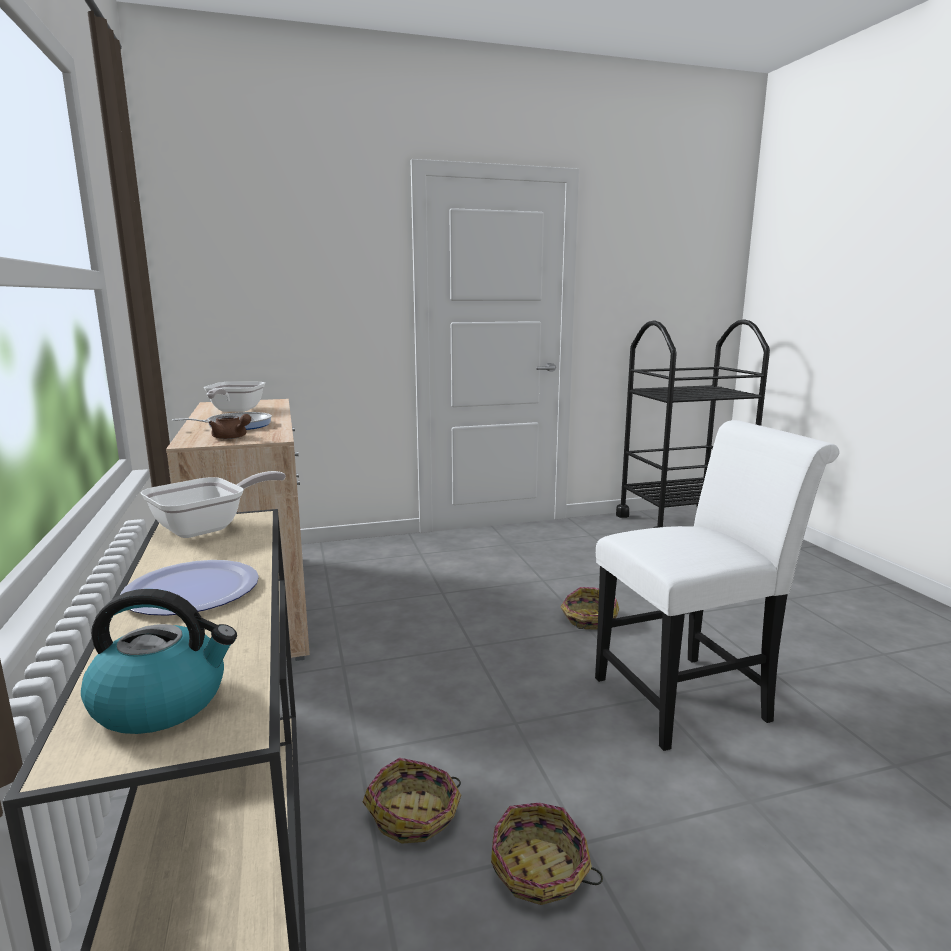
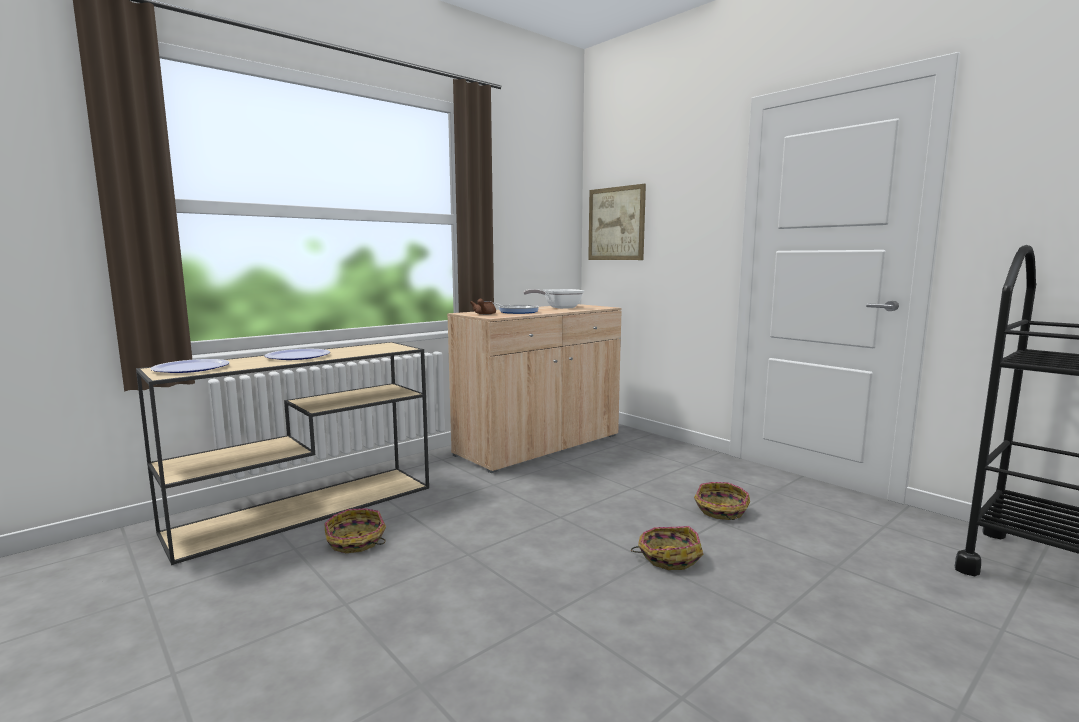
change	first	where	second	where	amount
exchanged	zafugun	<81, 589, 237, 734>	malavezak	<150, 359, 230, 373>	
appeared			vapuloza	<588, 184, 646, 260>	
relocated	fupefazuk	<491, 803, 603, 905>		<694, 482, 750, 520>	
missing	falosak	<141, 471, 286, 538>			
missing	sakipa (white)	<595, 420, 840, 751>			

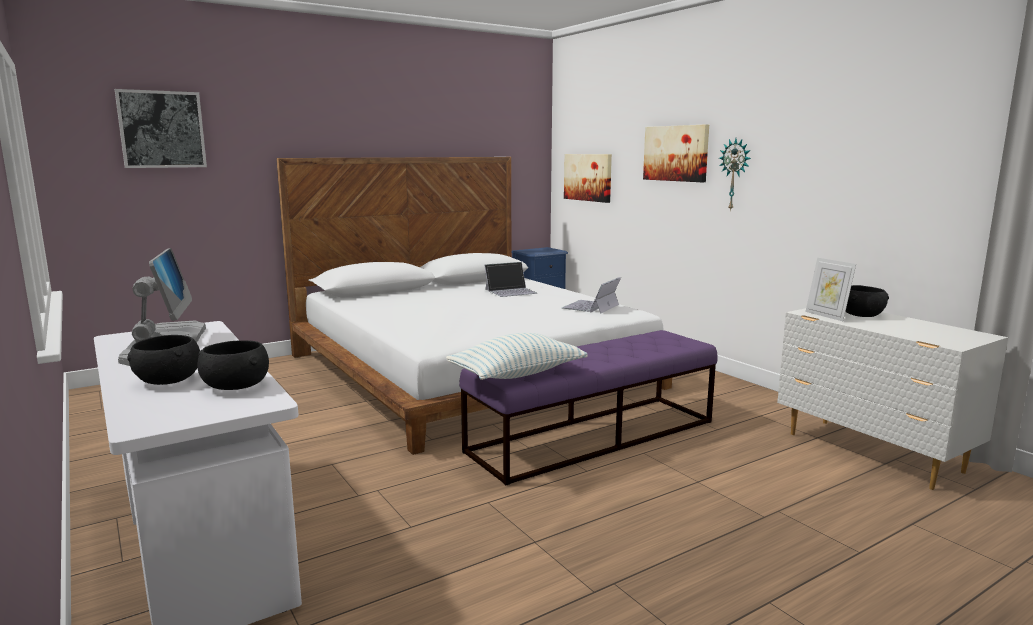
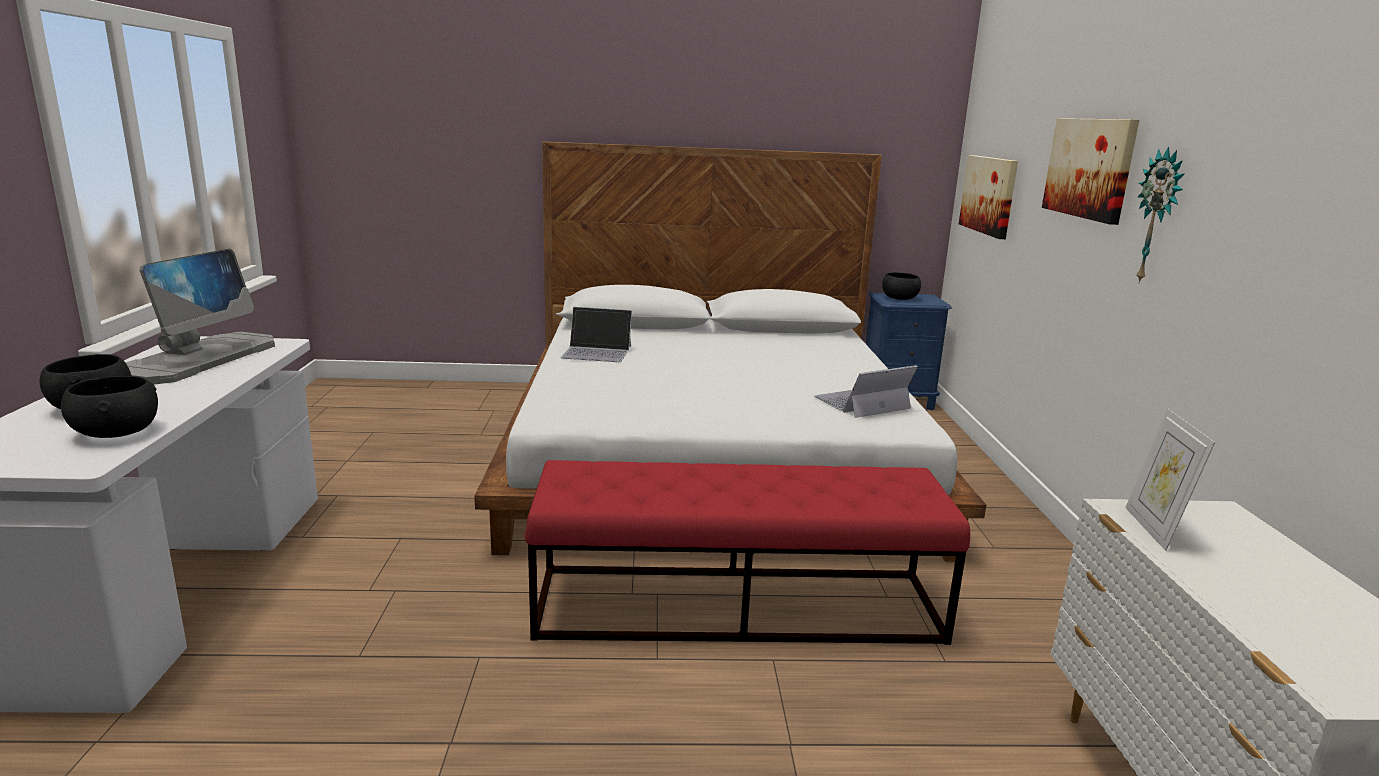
change	first	where	second	where	amount
colour	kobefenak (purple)	<459, 330, 718, 485>	kobefenak (red)	<524, 460, 970, 645>	
relocated	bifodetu	<484, 262, 538, 297>		<560, 307, 632, 362>	
relocated	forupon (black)	<845, 285, 889, 317>		<882, 272, 921, 300>	
missing	vapuloza	<115, 89, 207, 168>			
missing	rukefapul	<446, 333, 588, 380>			

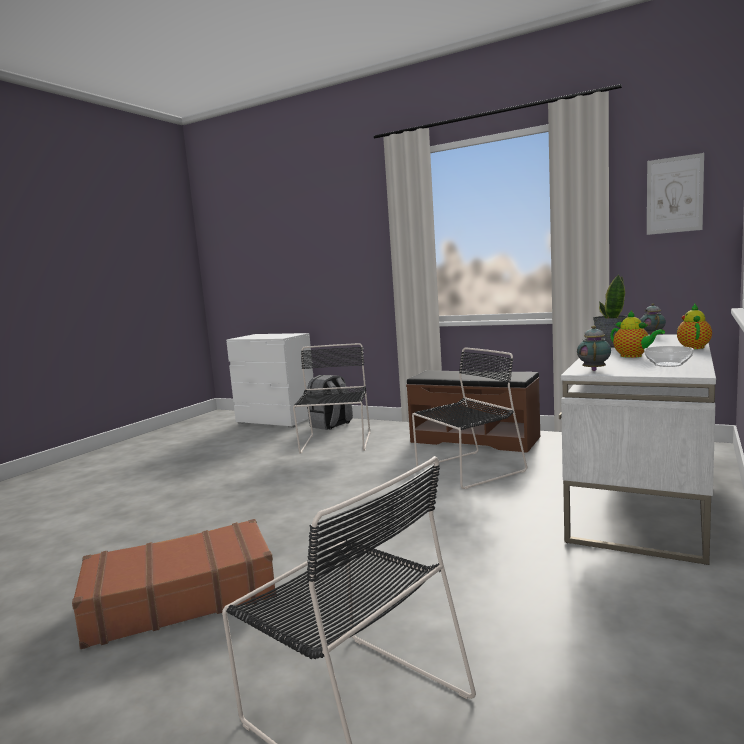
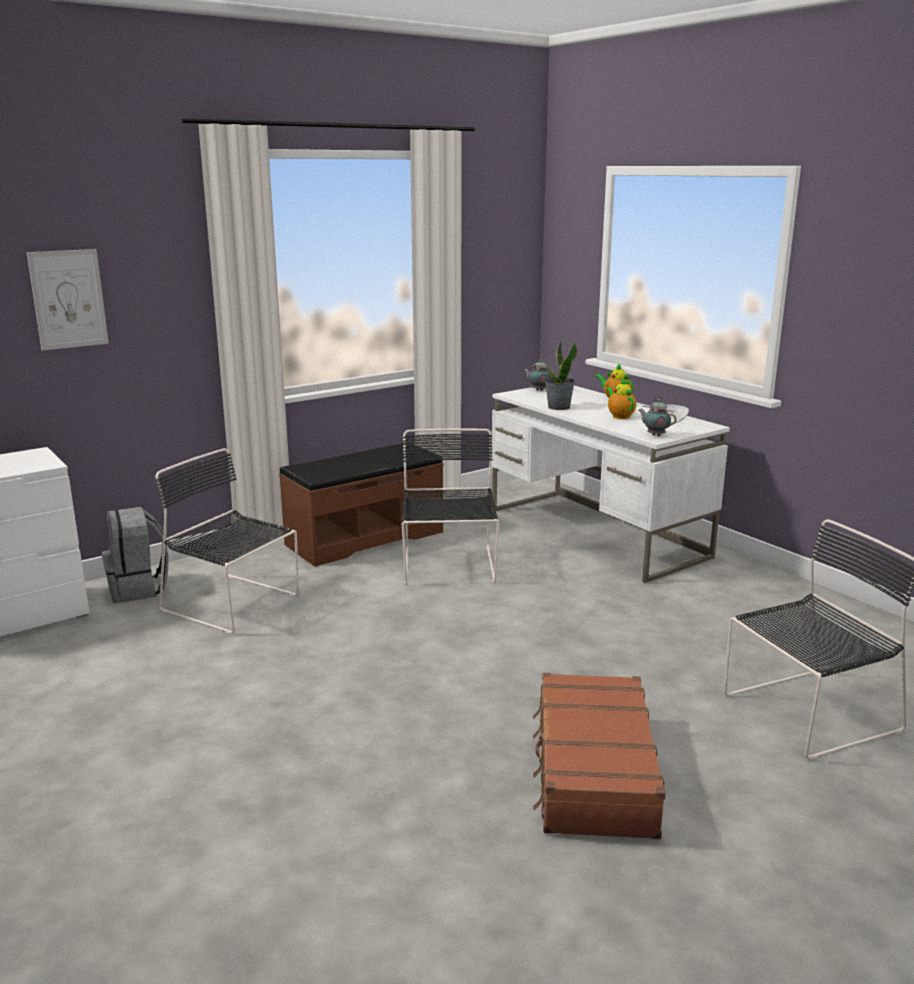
change	first	where	second	where	amount
relocated	vapuloza	<647, 153, 704, 235>		<27, 249, 109, 351>	
spun	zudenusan	<610, 311, 665, 358>		<606, 378, 637, 419>	105 degrees counterclockwise

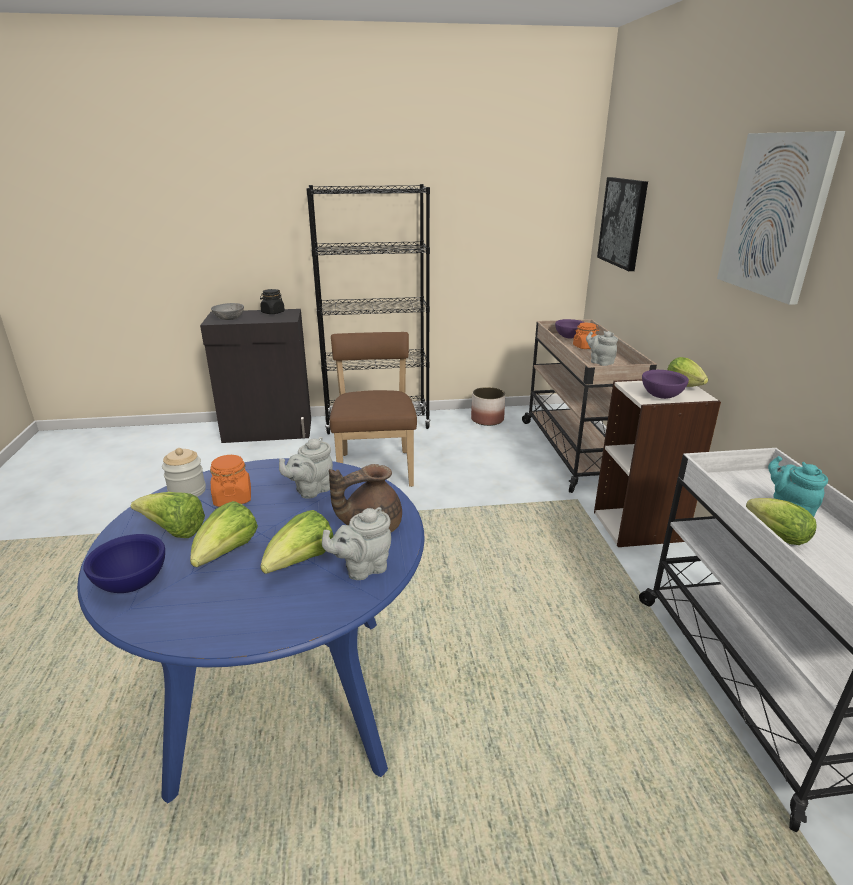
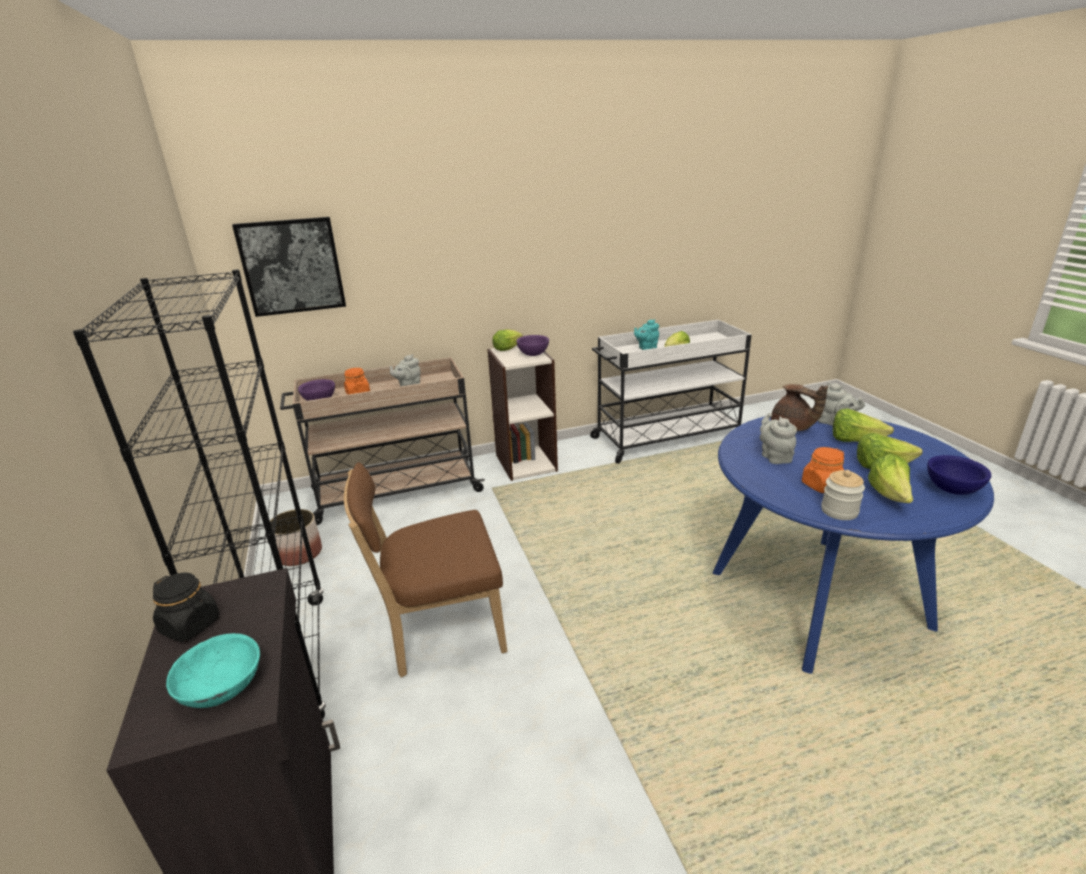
change	first	where	second	where	amount
colour	forupon (grey)	<211, 303, 244, 320>	forupon (turquoise)	<166, 633, 260, 708>	
spun	zudenusan (grey)	<279, 437, 333, 499>		<760, 413, 797, 464>	135 degrees counterclockwise
missing	vapuloza	<717, 131, 845, 305>			

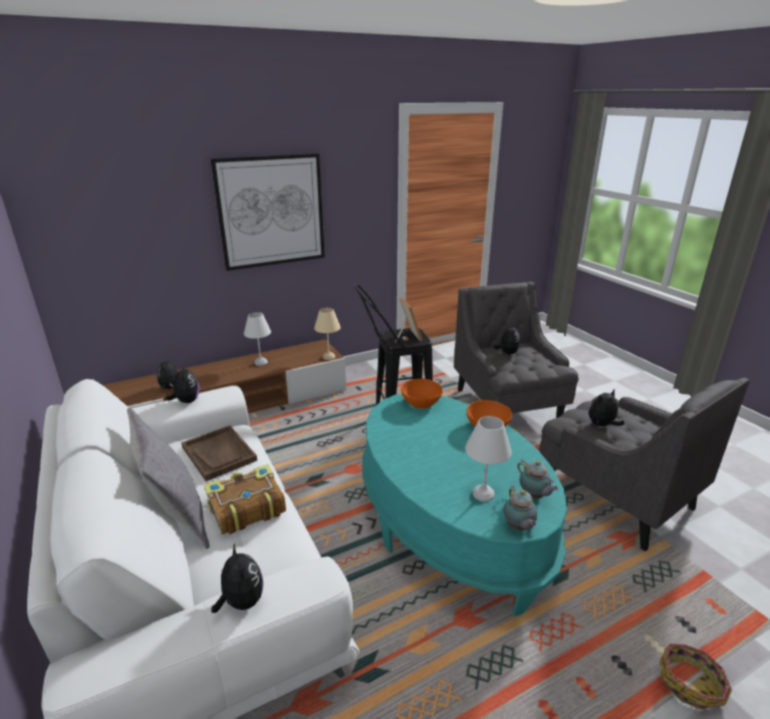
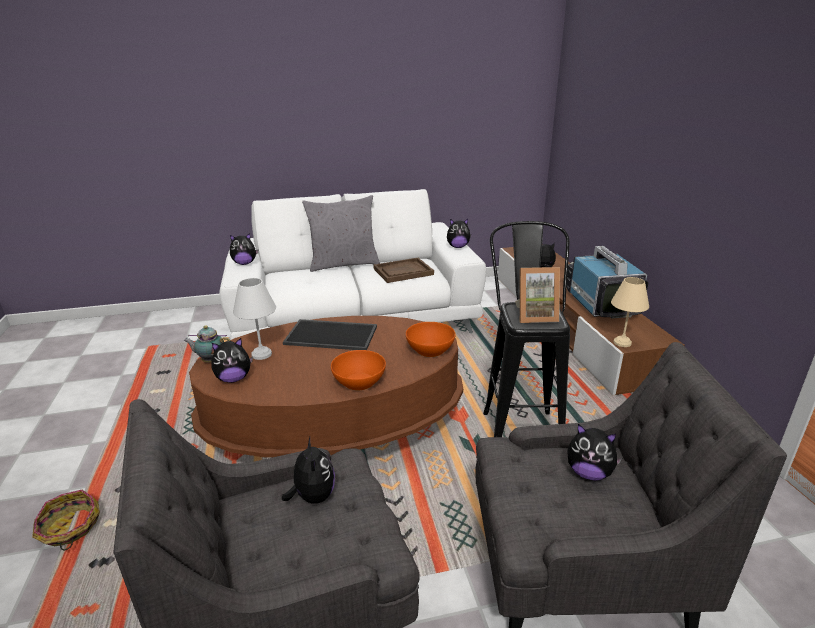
change	first	where	second	where	amount
colour	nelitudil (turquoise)	<362, 394, 567, 616>	nelitudil (brown)	<189, 316, 463, 457>	
exchanged	zudenusan	<517, 460, 558, 499>	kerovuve	<211, 338, 253, 383>	
appeared			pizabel	<283, 319, 377, 350>	
exchanged	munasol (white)	<244, 312, 271, 366>	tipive	<567, 246, 648, 319>	
missing	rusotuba	<204, 464, 286, 534>			
missing	vapuloza	<210, 153, 325, 271>			

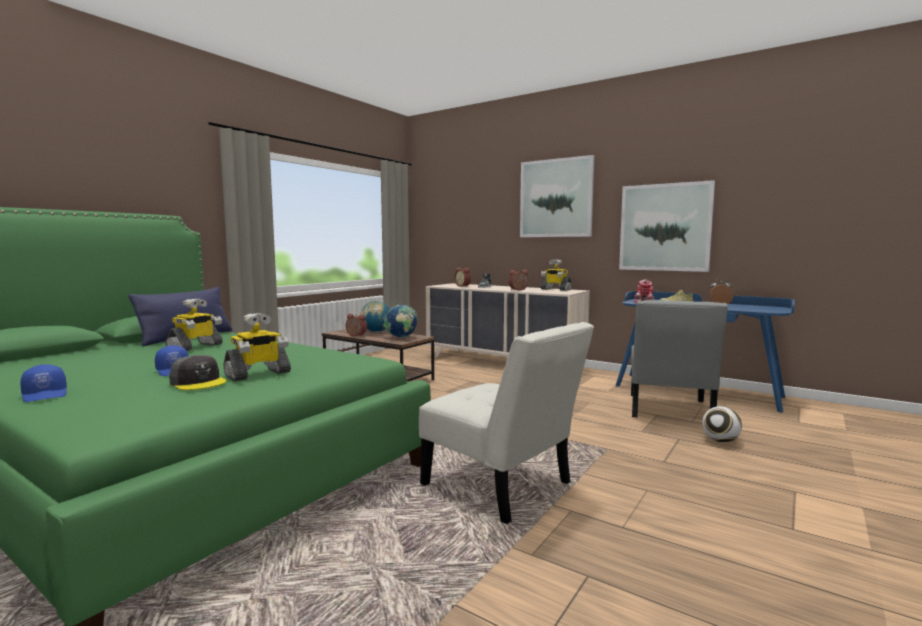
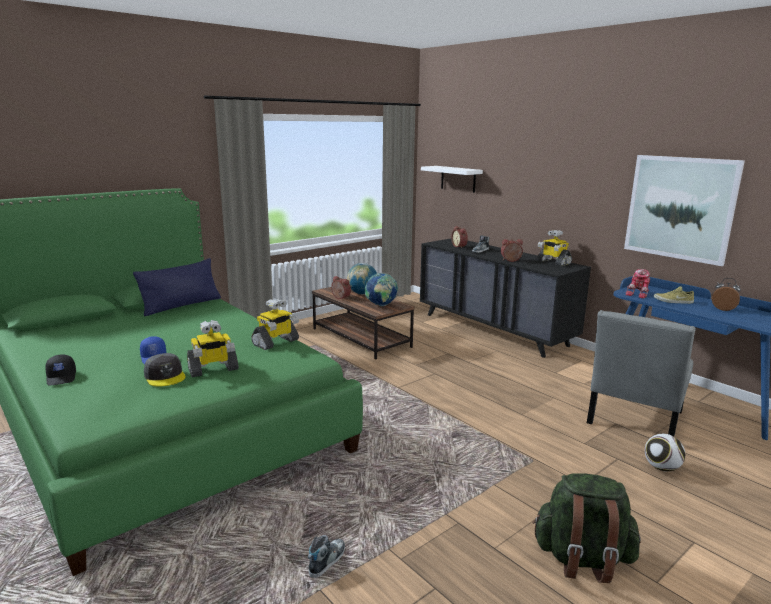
change	first	where	second	where	amount
colour	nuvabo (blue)	<20, 364, 67, 402>	nuvabo (black)	<45, 354, 76, 385>	
relocated	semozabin	<166, 299, 223, 351>		<251, 298, 299, 350>	
appeared			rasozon	<308, 535, 345, 578>	
colour	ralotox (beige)	<426, 283, 590, 357>	ralotox (black)	<420, 238, 591, 358>	
appeared			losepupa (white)	<421, 166, 483, 193>	
appeared			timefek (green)	<533, 473, 641, 583>	
missing	sakipa (white)	<419, 322, 594, 524>			
missing	vapuloza	<520, 155, 594, 237>			

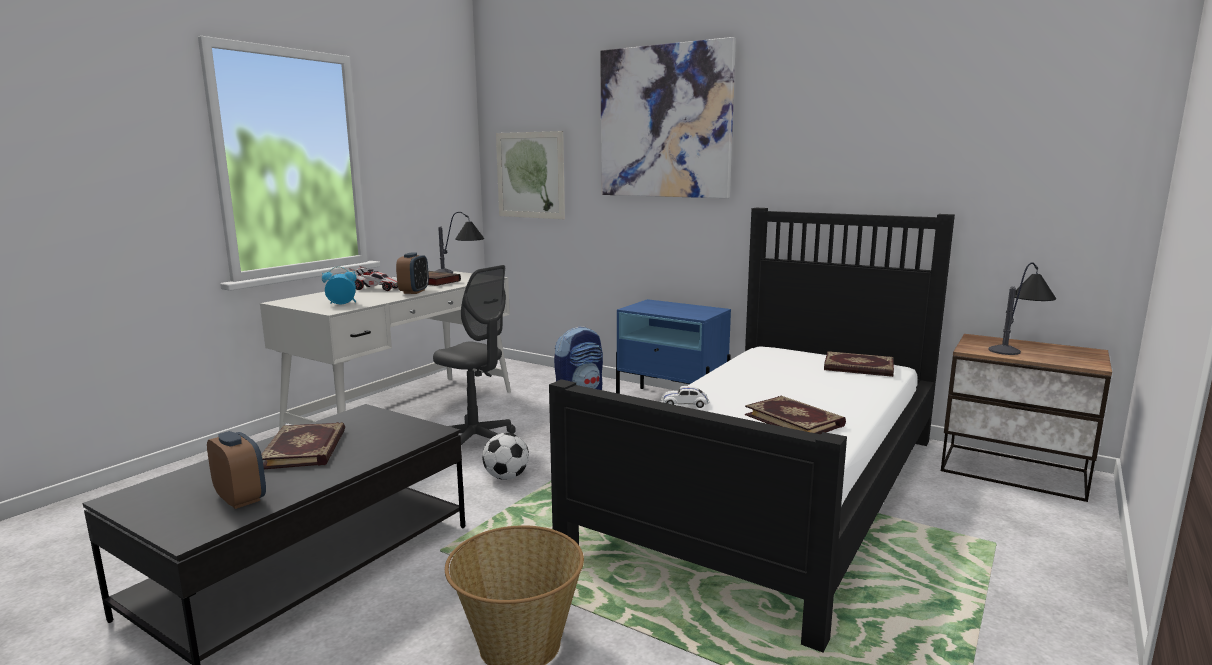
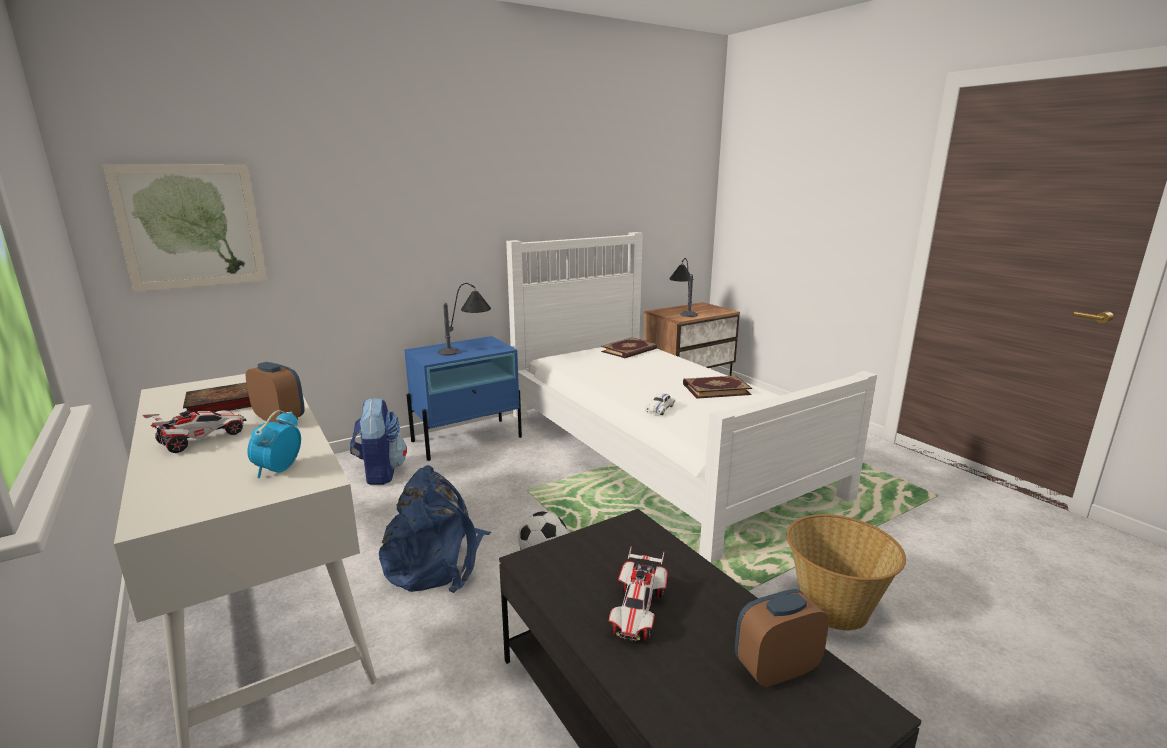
change	first	where	second	where	amount
exchanged	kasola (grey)	<433, 265, 516, 445>	timefek (blue)	<379, 465, 491, 593>	
relocated	munasol	<436, 212, 484, 273>		<438, 283, 491, 356>	
colour	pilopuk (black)	<549, 208, 955, 653>	pilopuk (white)	<506, 232, 877, 563>	
exchanged	rusotuba	<261, 422, 345, 469>	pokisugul	<609, 546, 667, 641>	
missing	vapuloza	<600, 37, 736, 198>			

